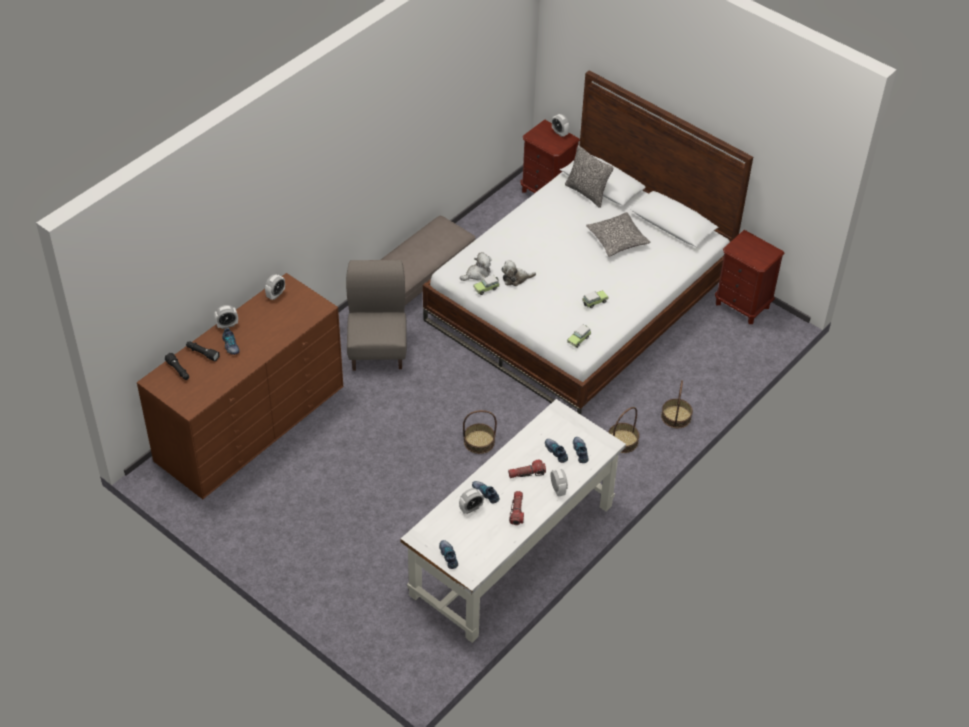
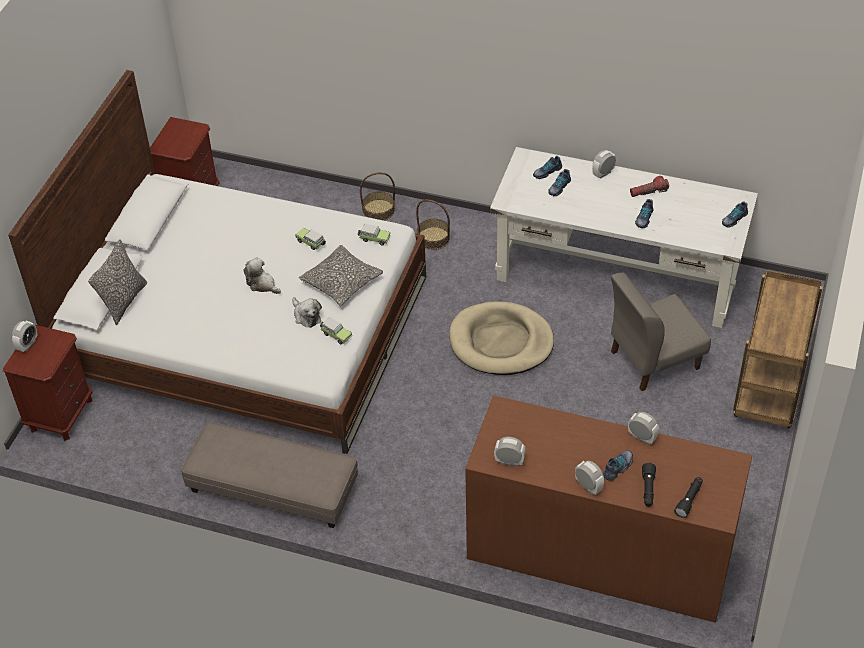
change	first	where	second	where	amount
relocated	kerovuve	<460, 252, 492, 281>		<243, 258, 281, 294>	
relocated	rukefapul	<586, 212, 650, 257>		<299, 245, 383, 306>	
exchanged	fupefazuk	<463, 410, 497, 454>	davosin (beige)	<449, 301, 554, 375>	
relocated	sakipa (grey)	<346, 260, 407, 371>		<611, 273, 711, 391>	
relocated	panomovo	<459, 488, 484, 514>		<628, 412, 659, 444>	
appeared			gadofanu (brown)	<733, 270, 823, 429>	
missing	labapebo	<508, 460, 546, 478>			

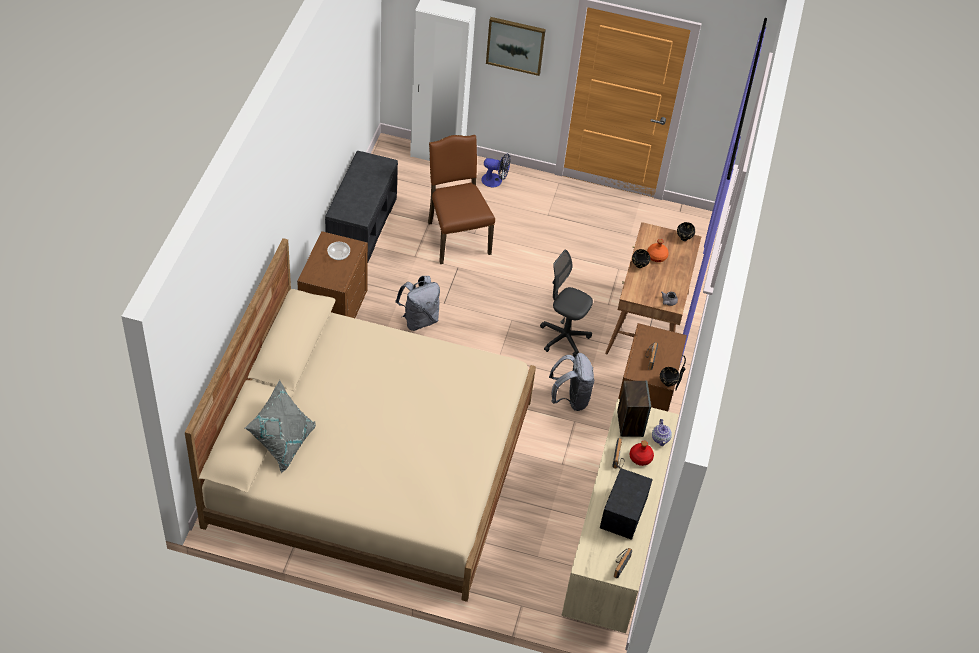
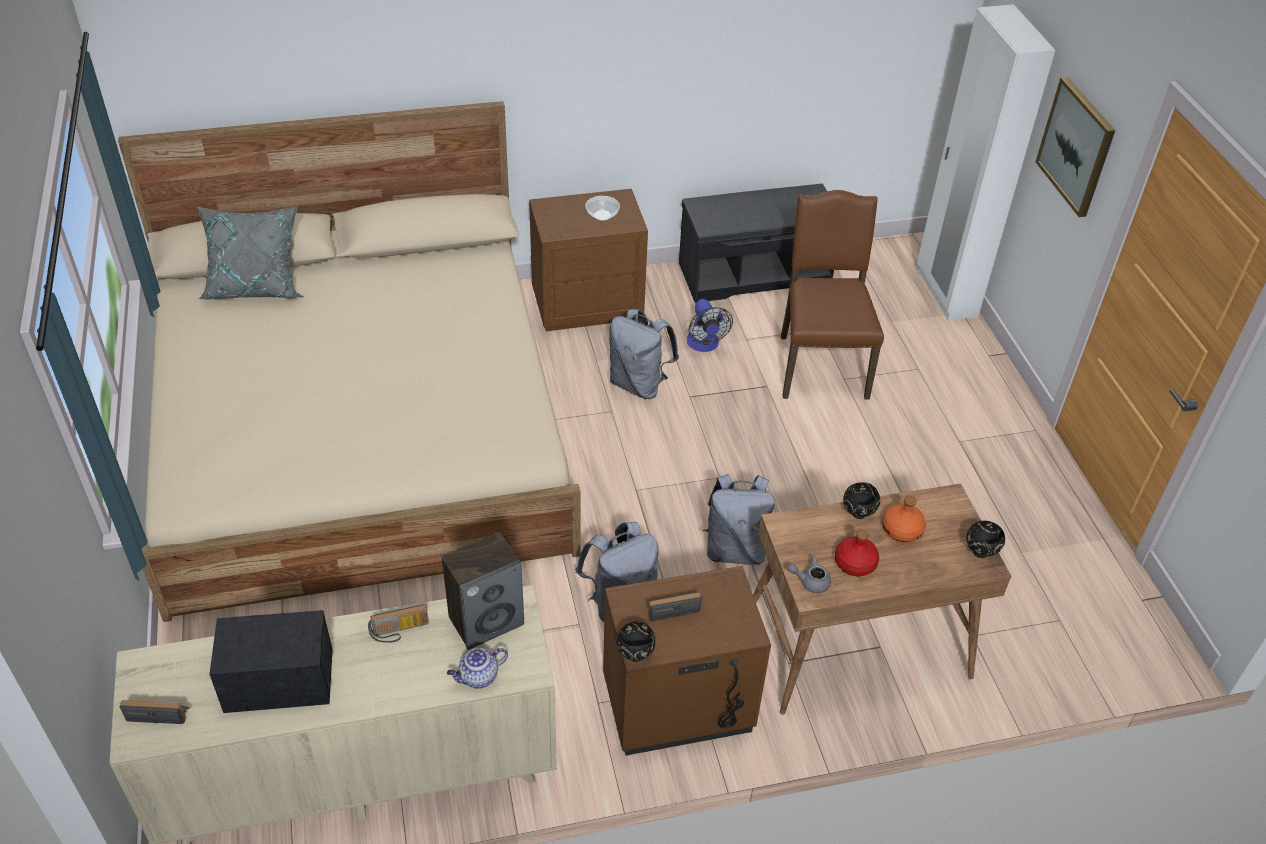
change	first	where	second	where	amount
relocated	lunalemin	<481, 153, 510, 187>		<687, 299, 733, 352>	
exchanged	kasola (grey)	<540, 250, 593, 357>	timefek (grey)	<702, 474, 775, 565>	
spun	sakipa (brown)	<428, 135, 495, 264>		<781, 190, 884, 400>	45 degrees counterclockwise
relocated	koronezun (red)	<630, 441, 654, 466>		<835, 529, 879, 576>	

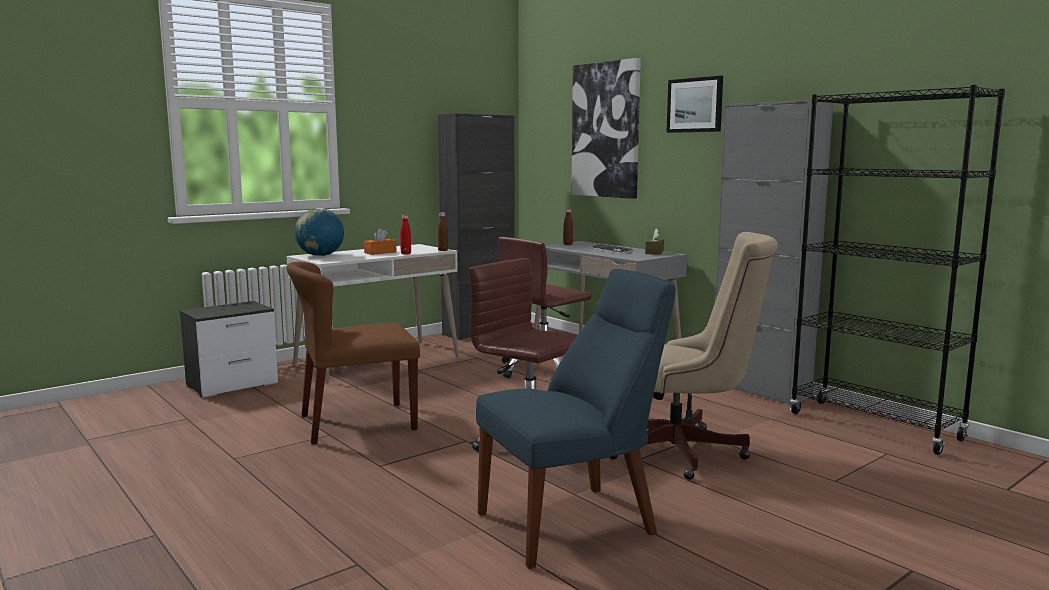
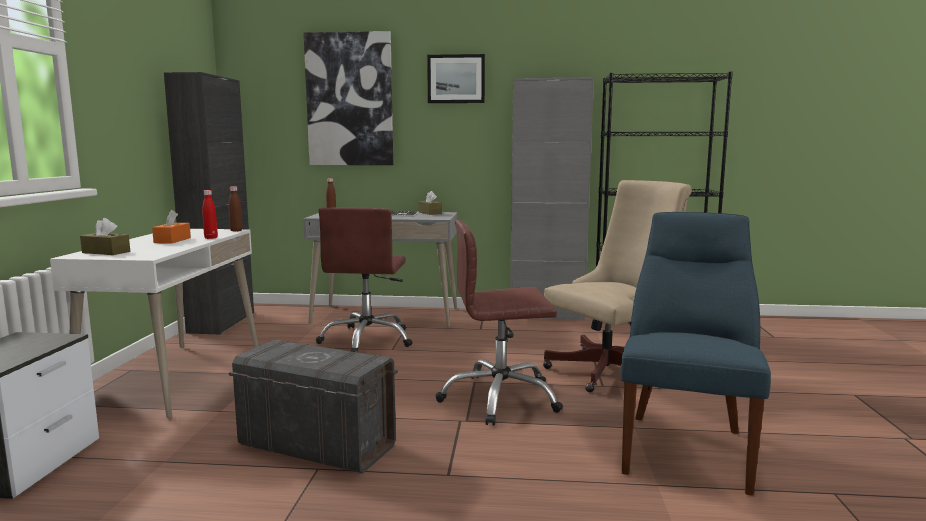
change	first	where	second	where	amount
exchanged	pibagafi	<295, 208, 344, 256>	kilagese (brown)	<80, 218, 130, 255>	
exchanged	sakipa (brown)	<286, 262, 420, 445>	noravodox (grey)	<229, 340, 398, 473>	

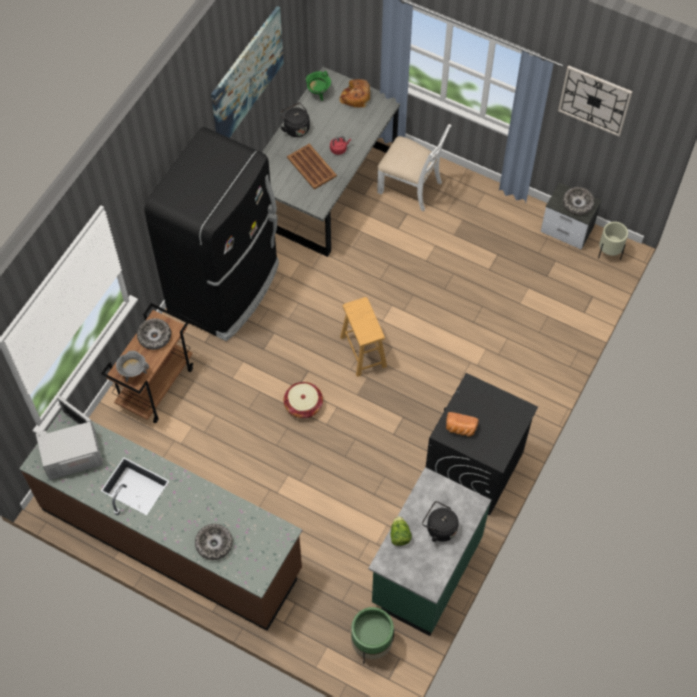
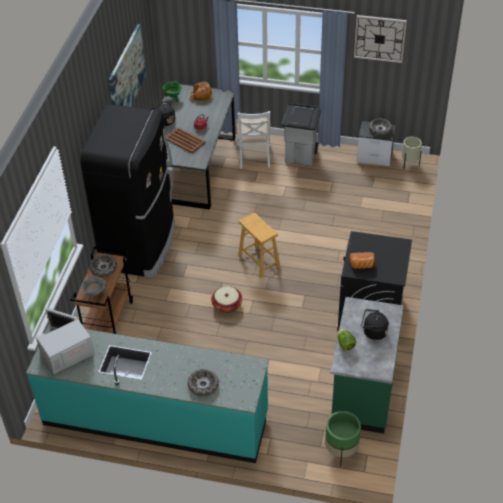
change	first	where	second	where	amount
colour	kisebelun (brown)	<19, 410, 303, 631>	kisebelun (turquoise)	<26, 324, 269, 463>	
spun	sakipa (white)	<377, 124, 452, 211>		<236, 111, 271, 169>	75 degrees clockwise
appeared			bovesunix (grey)	<282, 103, 321, 166>	

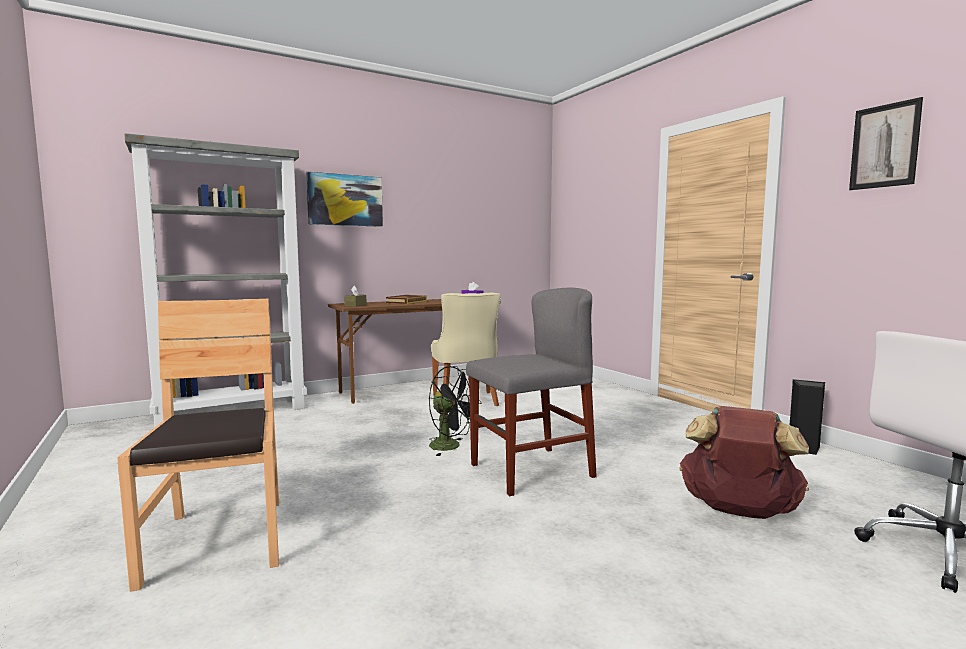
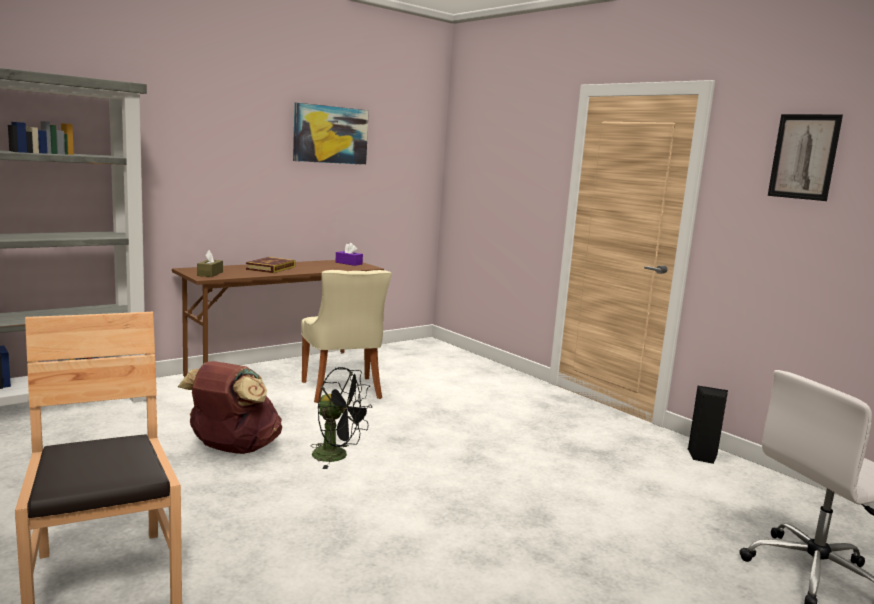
change	first	where	second	where	amount
relocated	timefek (brown)	<679, 406, 809, 519>		<178, 361, 282, 454>	
relocated	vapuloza	<306, 172, 383, 227>		<293, 102, 369, 165>	
missing	sakipa (grey)	<466, 288, 597, 496>			

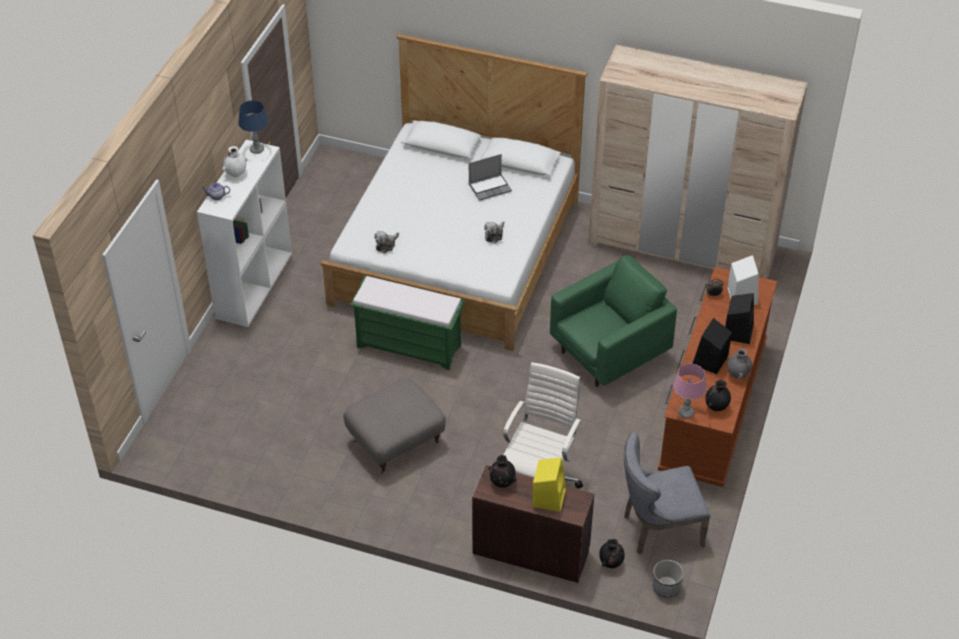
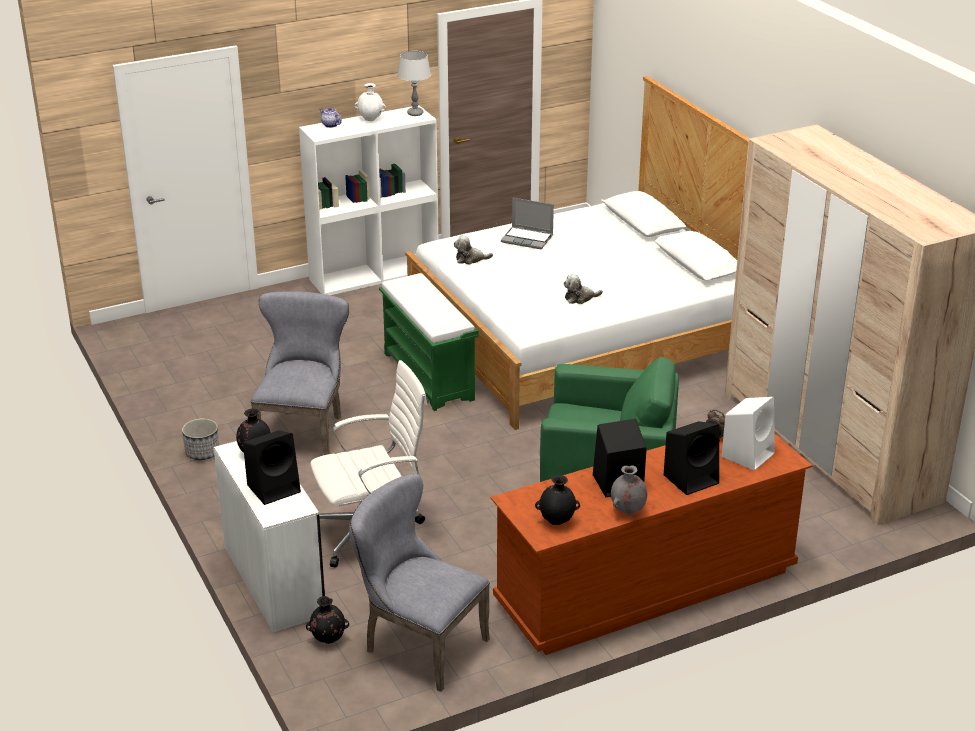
change	first	where	second	where	amount
relocated	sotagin	<652, 560, 684, 598>		<182, 418, 219, 460>	
colour	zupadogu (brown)	<472, 465, 594, 583>	zupadogu (white)	<214, 441, 325, 632>	
colour	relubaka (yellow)	<532, 457, 566, 512>	relubaka (black)	<243, 430, 301, 505>	
exchanged	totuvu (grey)	<343, 379, 446, 473>	sakipa (grey)	<251, 292, 349, 455>	
colour	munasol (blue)	<238, 100, 268, 154>	munasol (grey)	<397, 51, 431, 116>	
relocated	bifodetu	<469, 154, 512, 201>		<501, 197, 554, 249>	
missing	munasol (pink)	<673, 364, 706, 418>			

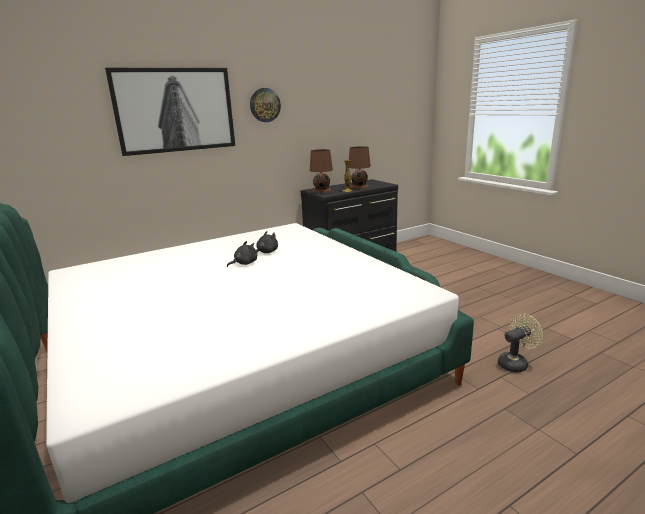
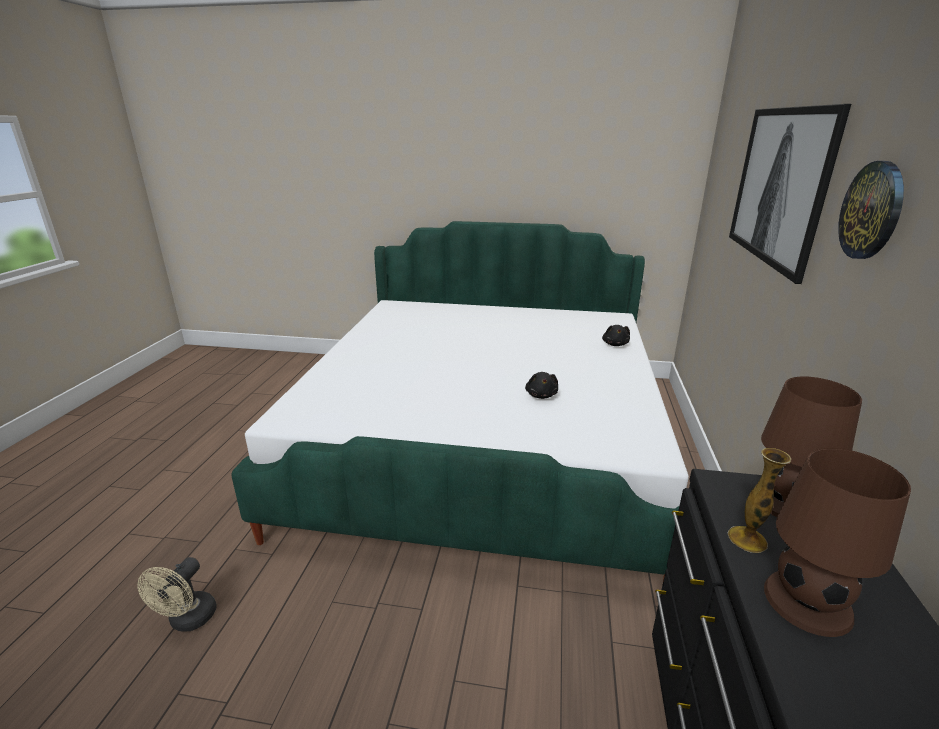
change	first	where	second	where	amount
relocated	kerovuve (black)	<227, 241, 257, 267>		<602, 325, 630, 346>	

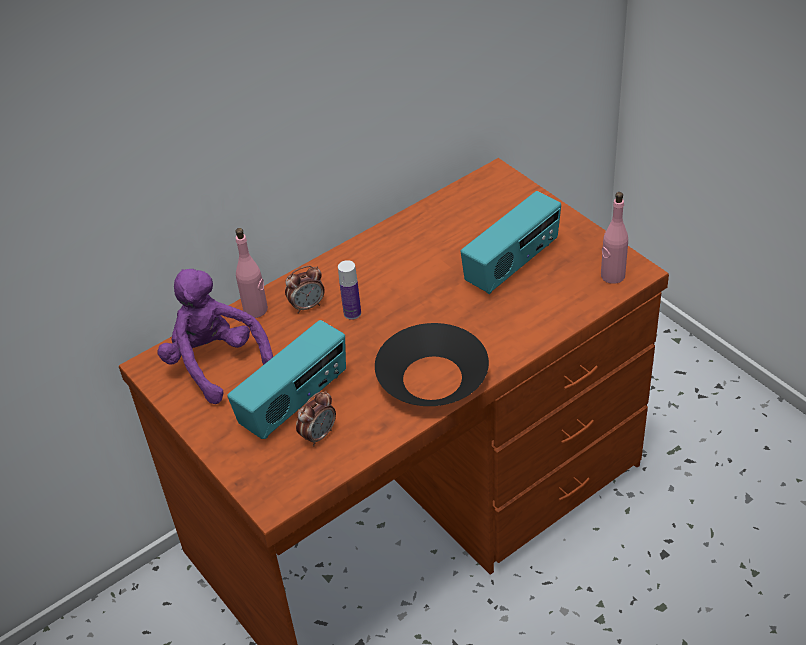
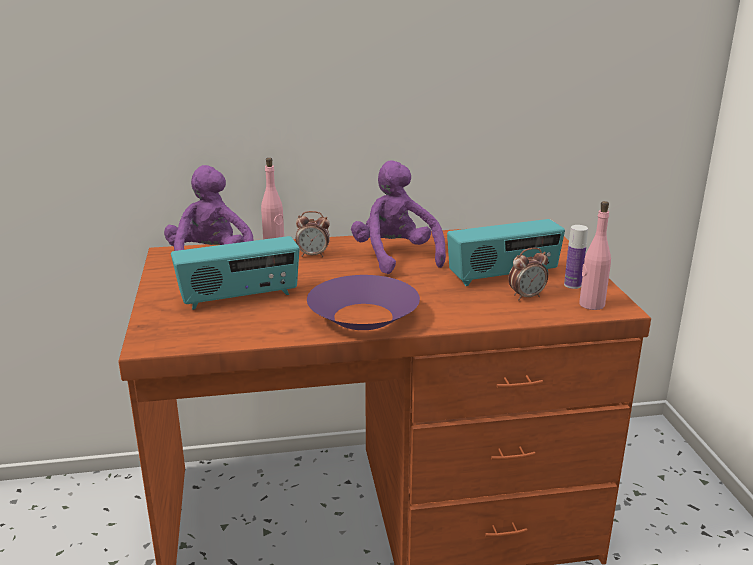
change	first	where	second	where	amount
colour	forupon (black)	<375, 323, 489, 406>	forupon (purple)	<307, 275, 420, 330>	
appeared			kerovuve (purple)	<351, 161, 446, 274>	
relocated	panomovo	<296, 391, 336, 447>		<508, 248, 548, 300>	
relocated	koronezun	<338, 260, 361, 320>		<564, 225, 588, 289>	

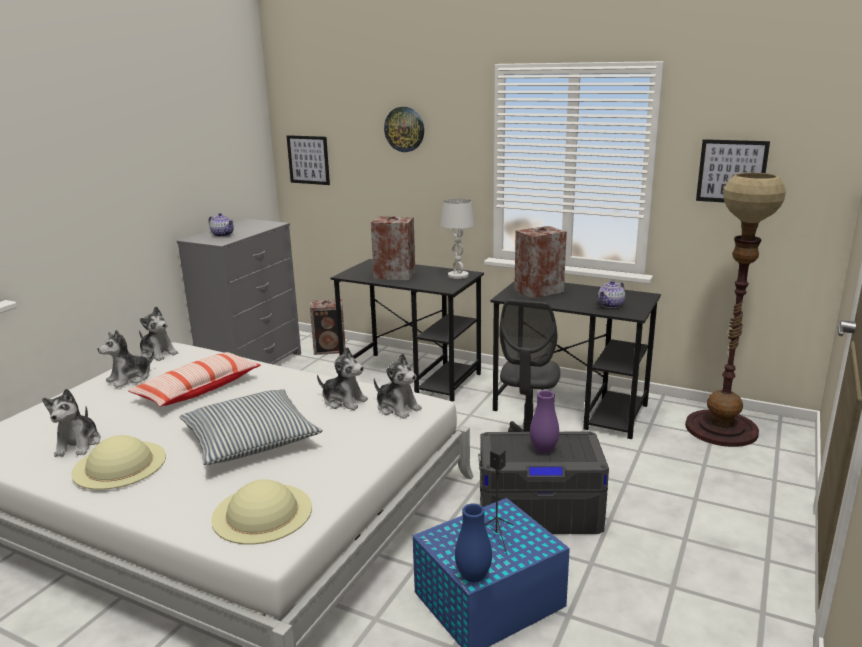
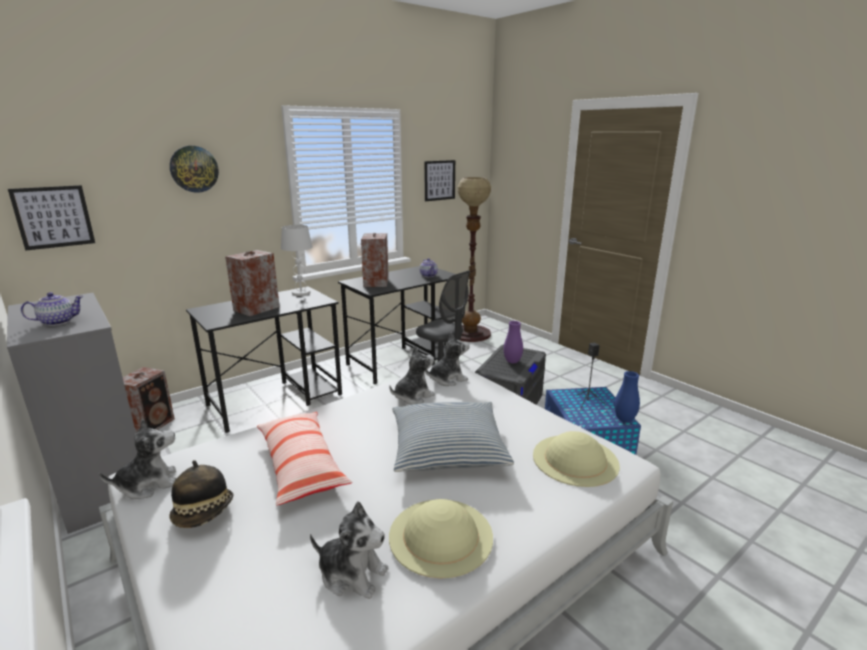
change	first	where	second	where	amount
exchanged	kerovuve	<97, 330, 154, 388>	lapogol	<169, 460, 233, 528>	

